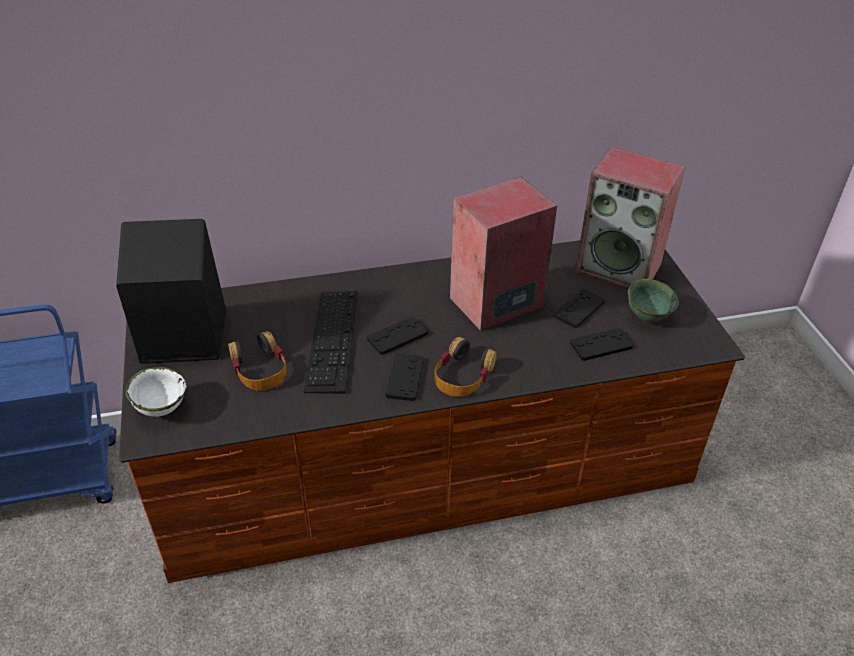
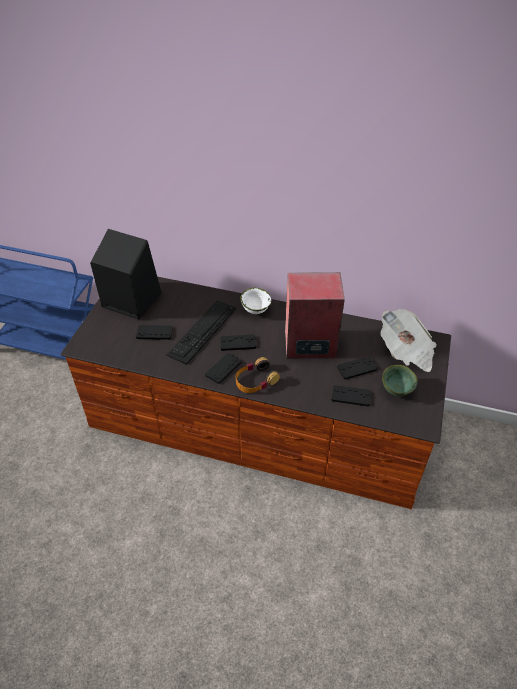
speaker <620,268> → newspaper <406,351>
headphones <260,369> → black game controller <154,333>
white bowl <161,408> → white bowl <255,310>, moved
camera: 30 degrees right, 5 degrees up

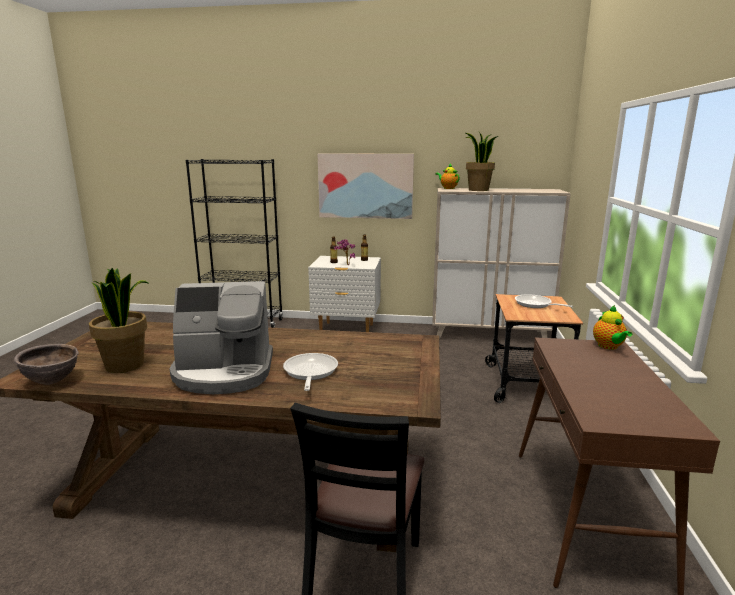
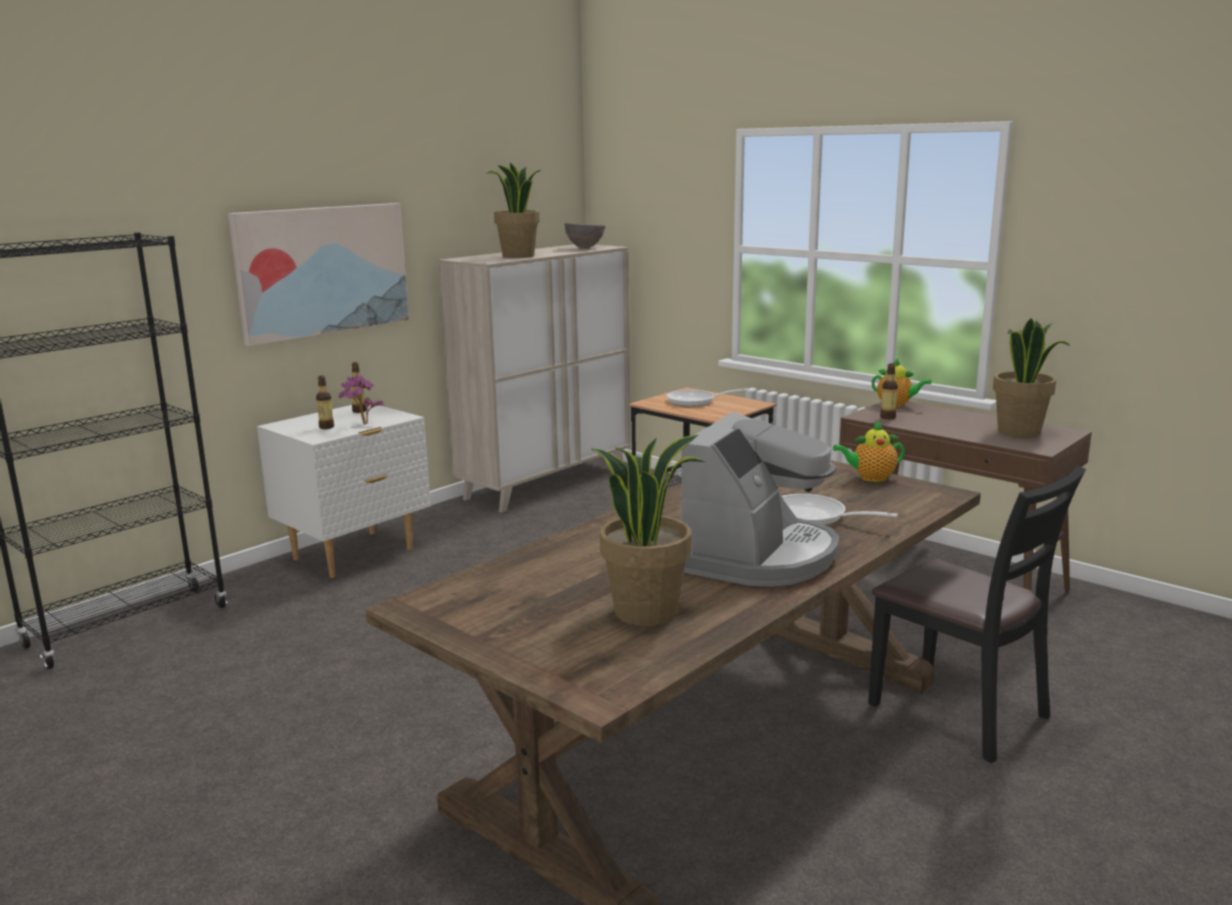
teapot <448,188> → teapot <870,478>, moved
brown bowl <52,382> → brown bowl <585,248>, moved
- → potted plant <1020,432>
- → bottle <887,417>
camera: 55 degrees left, 0 degrees up

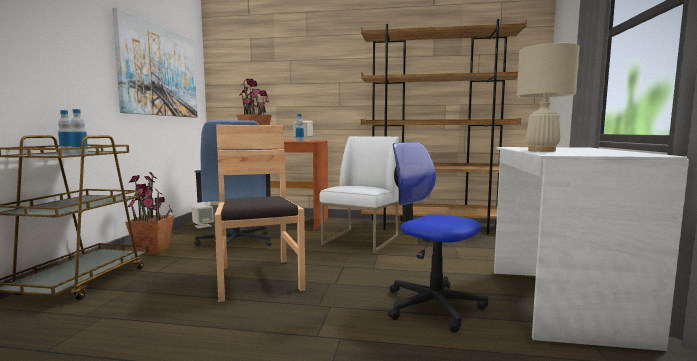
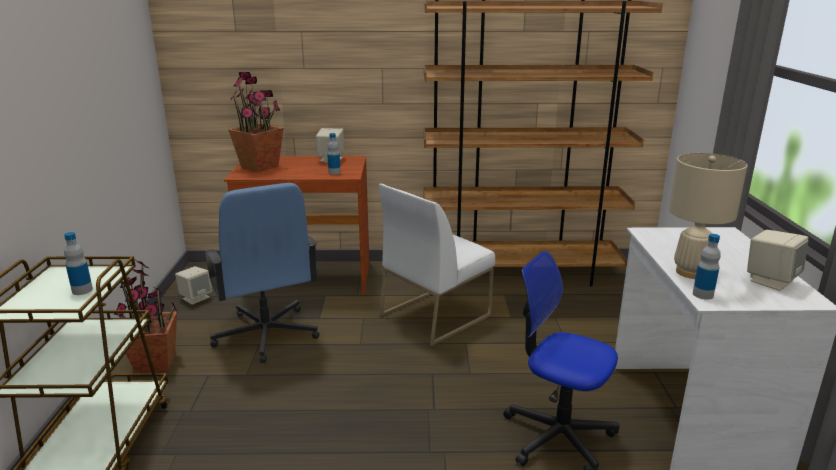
picture <159,71> → -
bottle <67,152> → bottle <703,294>, moved
brown chair <258,278> → -
white chair <361,240> → white chair <435,315>, 150 degrees counterclockwise
- → beige speaker <770,280>
camera: 10 degrees left, 15 degrees up

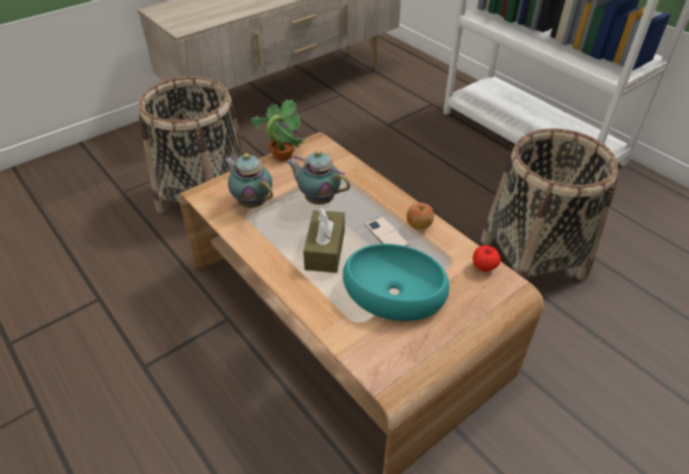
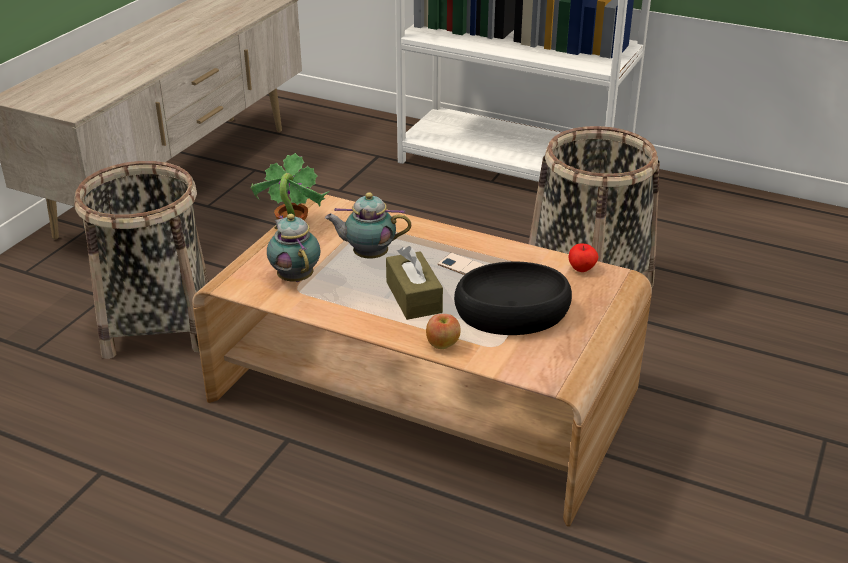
teapot <252,202> → teapot <295,277>, 45 degrees clockwise
apple <419,226> → apple <443,345>, moved
turquoise bowl <393,293> → black bowl <511,313>
camera: 25 degrees left, 10 degrees down

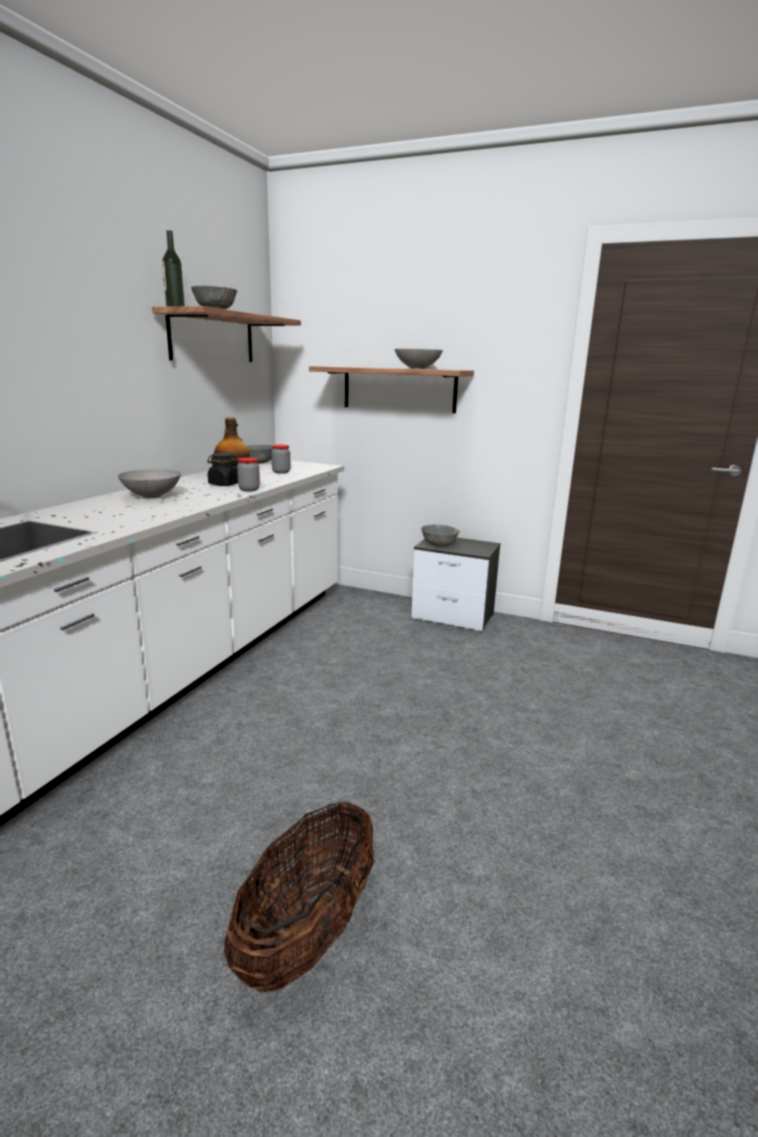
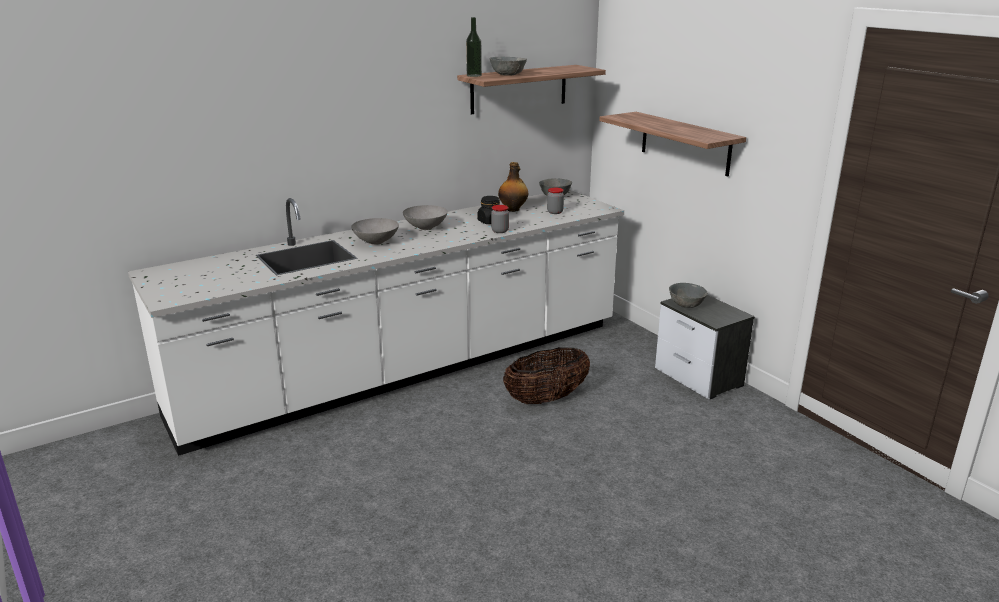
grey bowl <417,368> → grey bowl <375,242>, moved
basket <308,934> → basket <546,398>, moved
camera: 35 degrees right, 5 degrees up

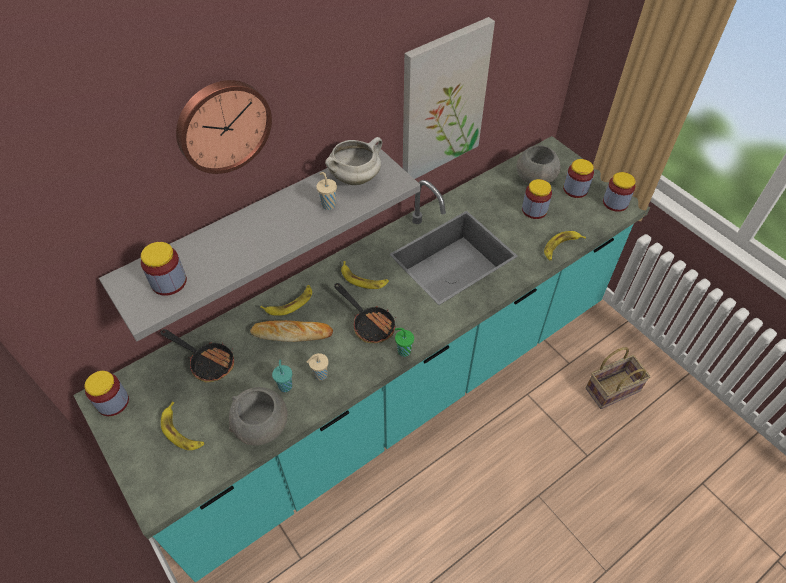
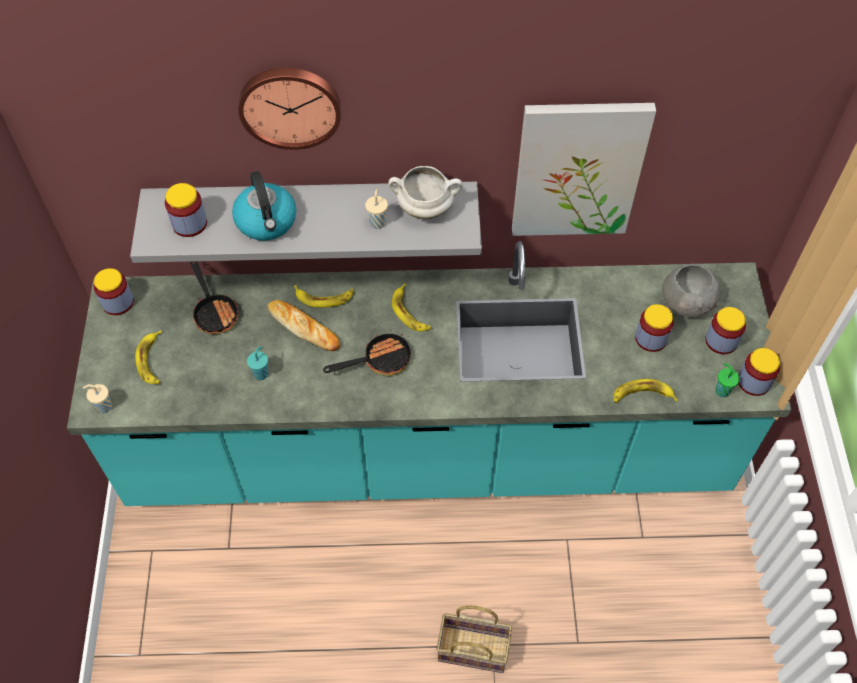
frying pan <369,323> → frying pan <380,360>, 105 degrees counterclockwise
green cup <403,351> → green cup <721,390>, moved
basket <613,388> → basket <475,648>, moved
beige cup <319,375> → beige cup <103,406>, moved
grey bowl <262,426> → -
- → kettle <267,222>
camera: 35 degrees right, 5 degrees up

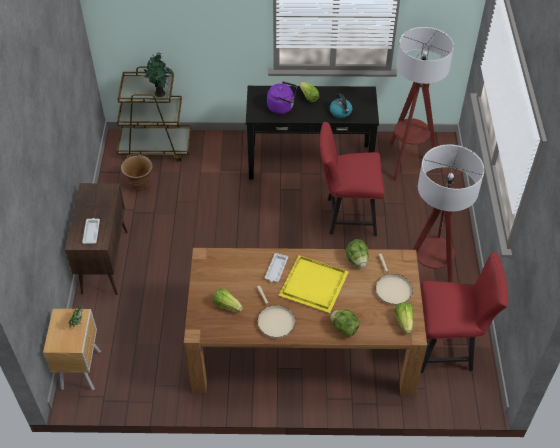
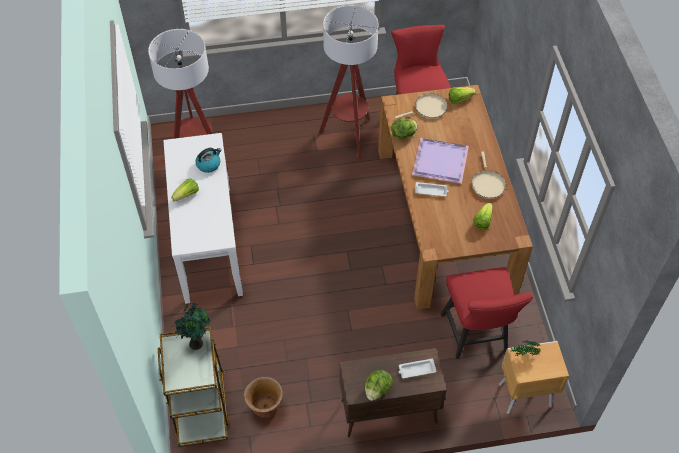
purple kettle <282,107> → -
black console table <309,161> → white console table <207,243>
red chair <346,216> → red chair <476,336>, moved
yellow tray <313,283> → purple tray <439,162>
beige frying pan <275,321> → beige frying pan <487,184>, 120 degrees clockwise
lettuce <344,328> → lettuce <377,390>, moved
camera: 100 degrees left, 5 degrees up

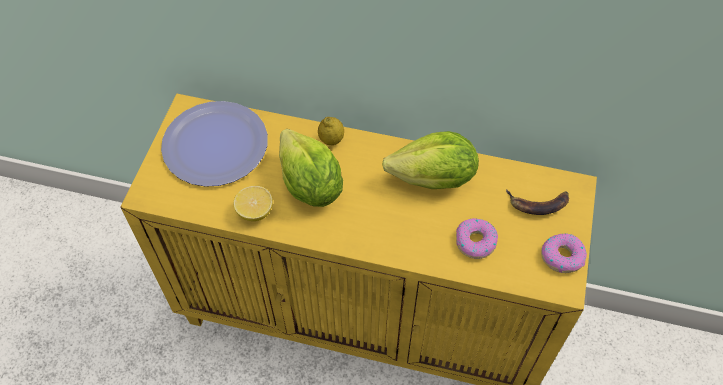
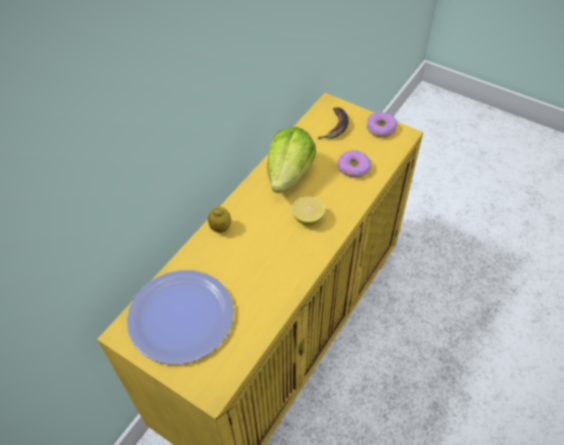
lettuce <310,185> → -
lemon <255,211> → lemon <308,218>, moved
camera: 70 degrees left, 5 degrees down

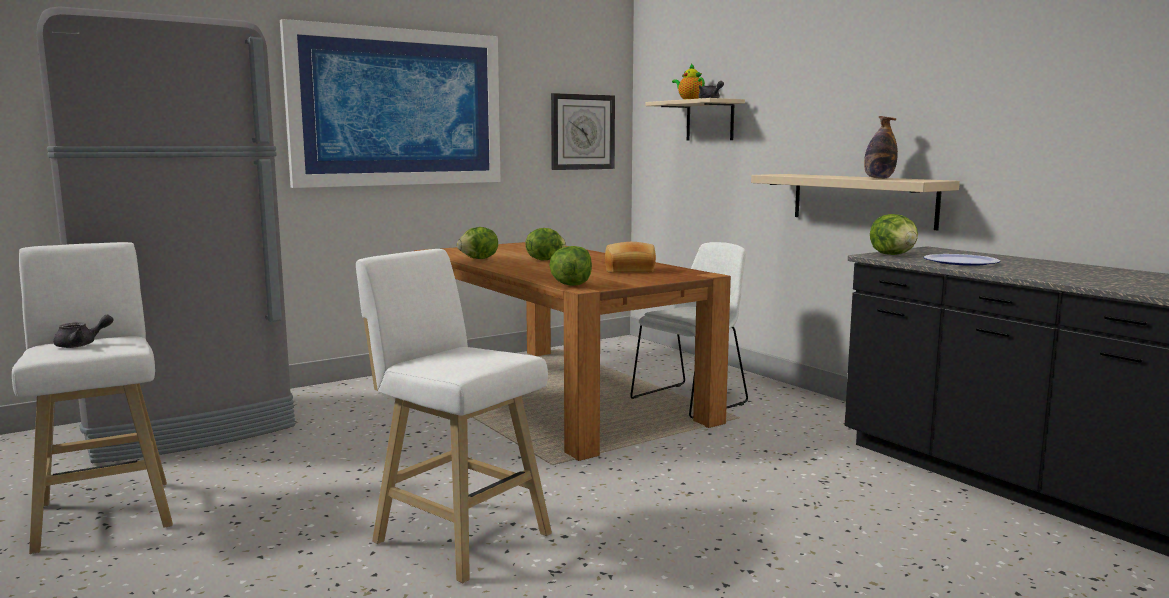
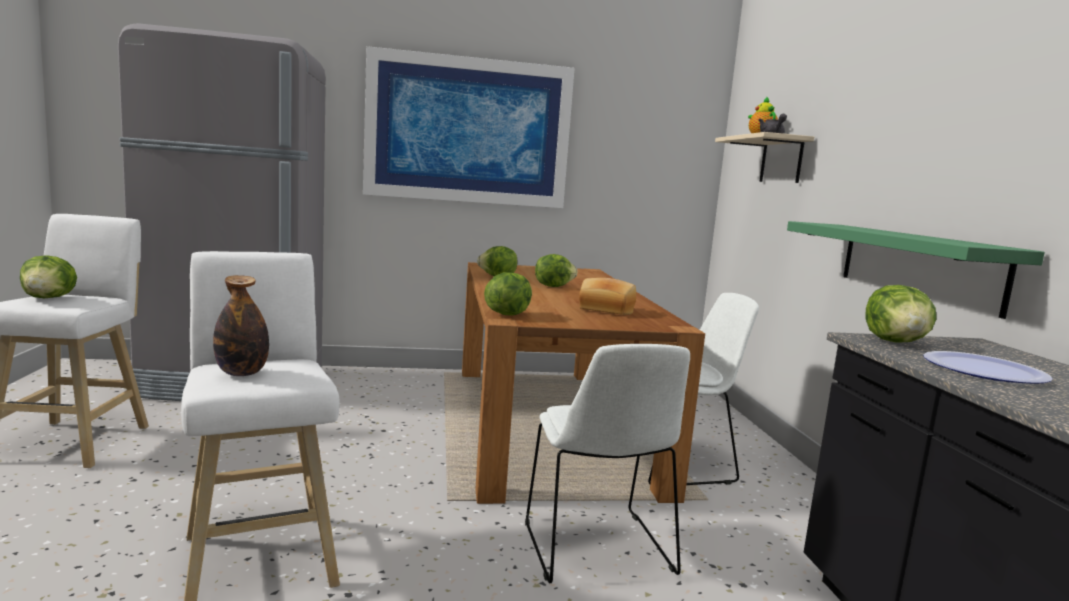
wall clock <582,132> → -
bottle <879,178> → bottle <242,373>, moved
beige shelf <862,200> → green shelf <917,265>
grey teapot <82,344> → lettuce <49,298>
- → white chair <598,550>
camera: 25 degrees right, 0 degrees up

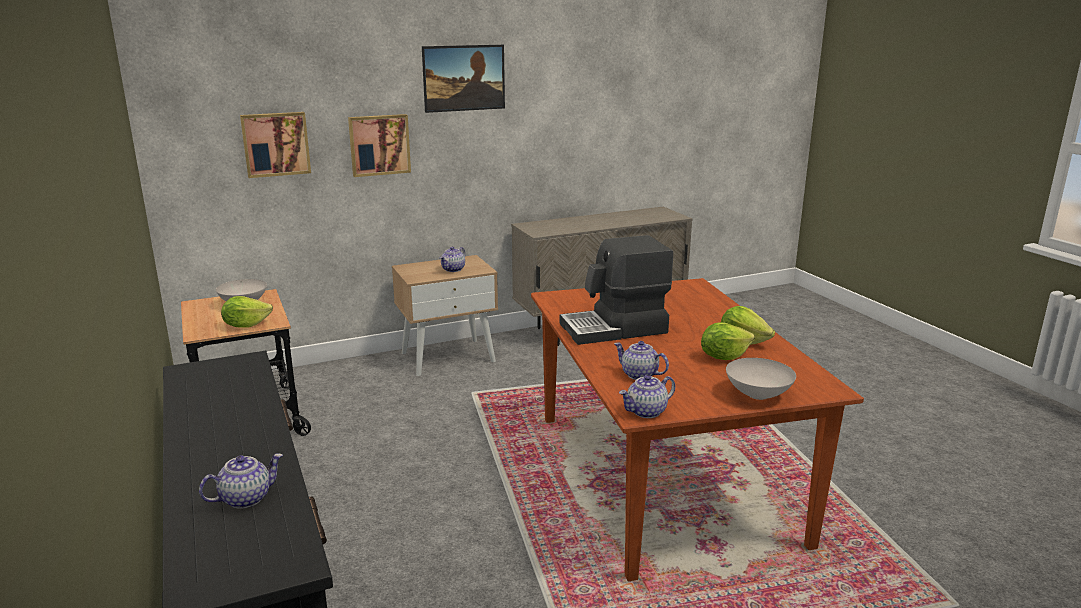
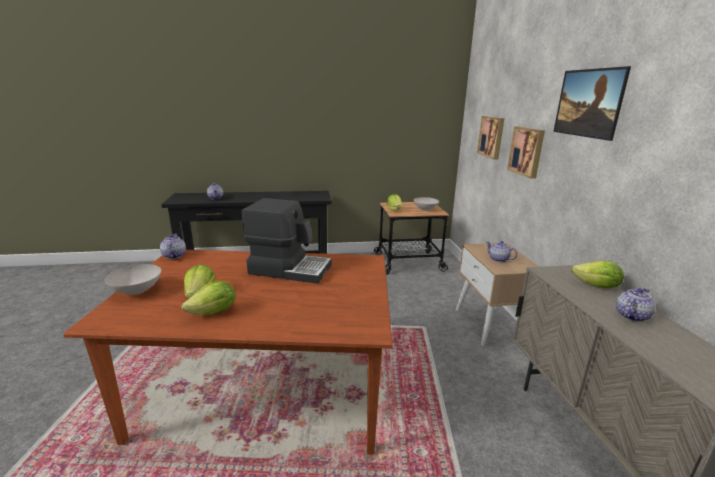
coffee machine <615,329> → coffee machine <290,269>, 105 degrees clockwise
teapot <639,375> → teapot <631,315>, moved
- → lettuce <596,286>
camera: 105 degrees right, 0 degrees up

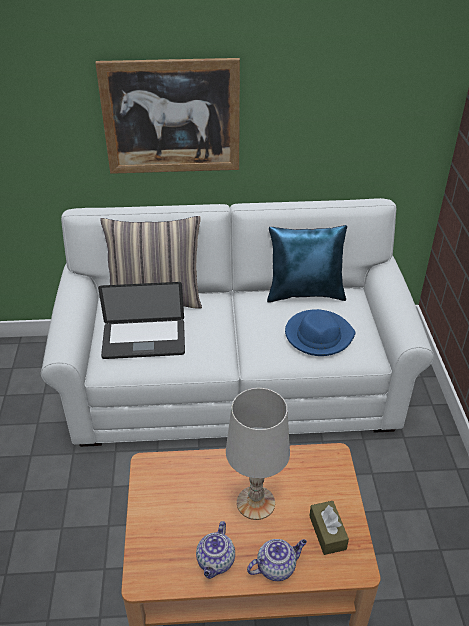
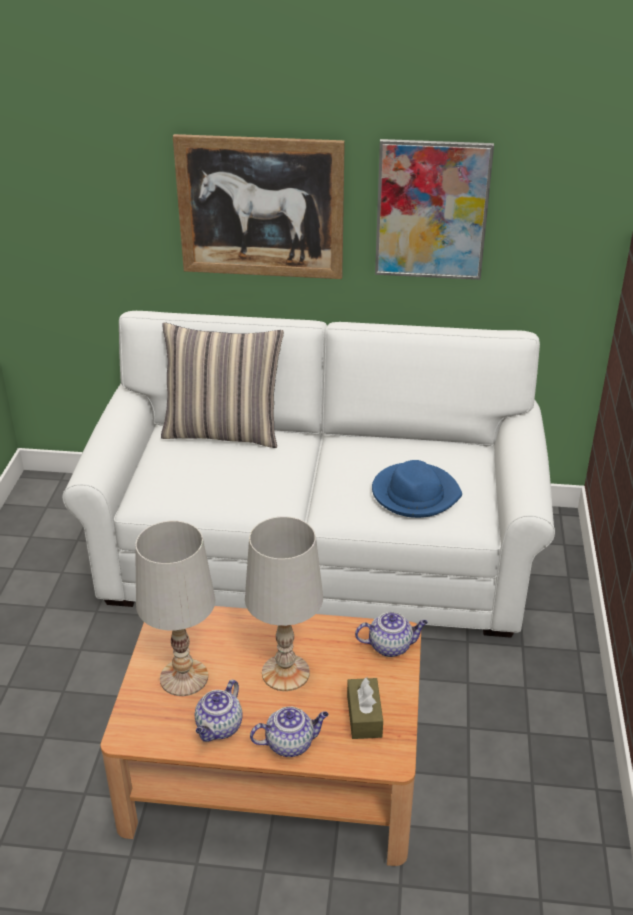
blue pillow <305,293> → -
laptop <144,340> → -
- → picture <432,210>
- → white table lamp <183,678>
- → teapot <391,646>
camera: 10 degrees right, 5 degrees down

